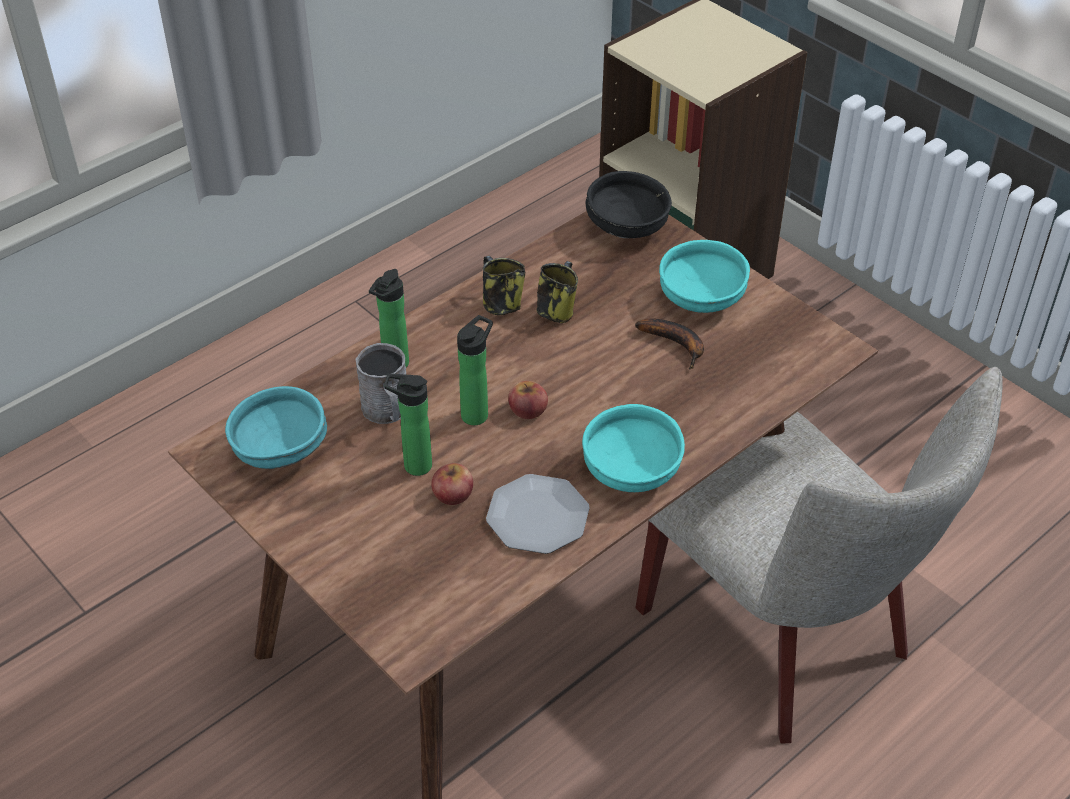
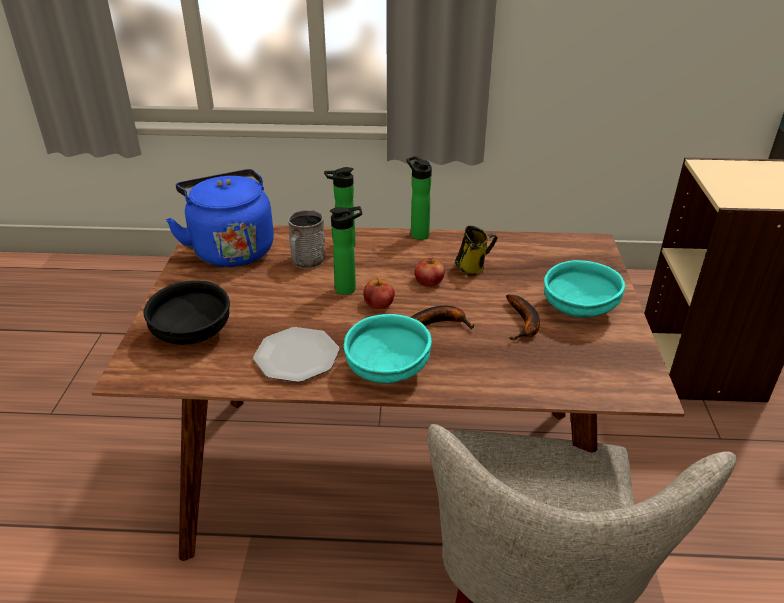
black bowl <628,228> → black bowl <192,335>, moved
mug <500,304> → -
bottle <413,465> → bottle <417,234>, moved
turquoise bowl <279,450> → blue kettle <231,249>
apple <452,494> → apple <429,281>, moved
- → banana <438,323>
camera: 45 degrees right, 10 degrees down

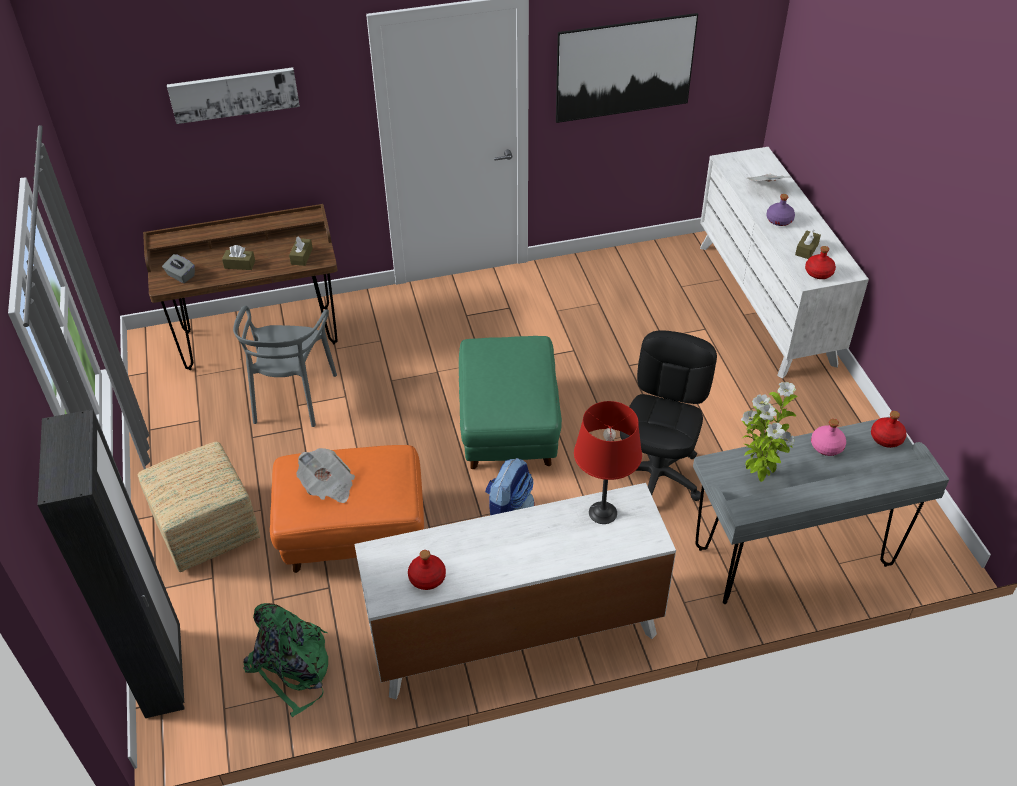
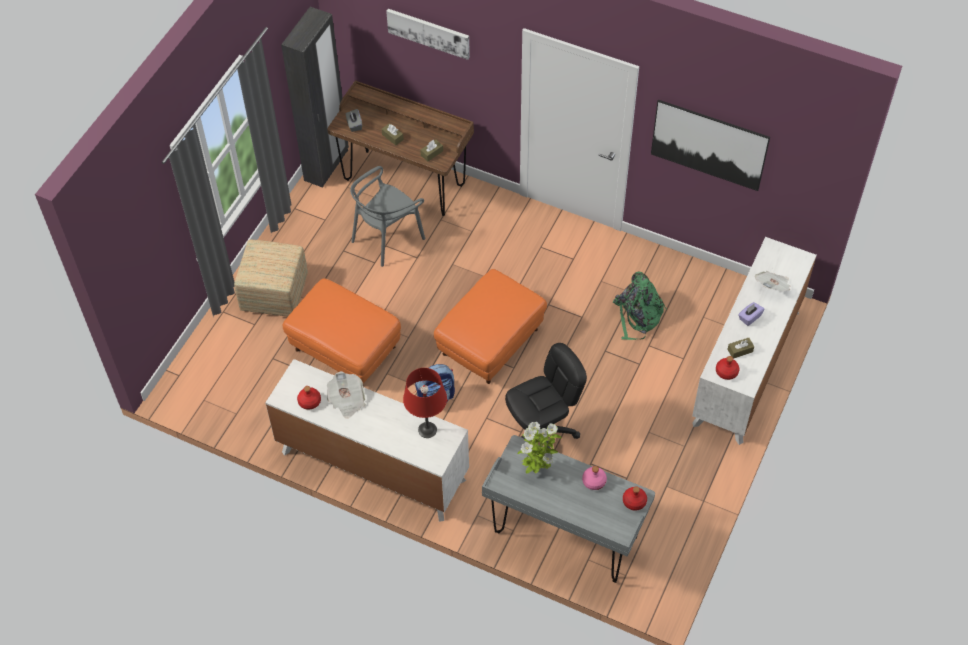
purple bottle <779,220> → purple tissue box <749,317>
green ottoman <509,426> → orange ottoman <490,342>
black wardrobe <164,672> → black wardrobe <327,165>, moved
newspaper <328,486> → newspaper <347,400>, moved
green backpack <292,668> → green backpack <637,316>, moved
camera: 40 degrees right, 10 degrees up

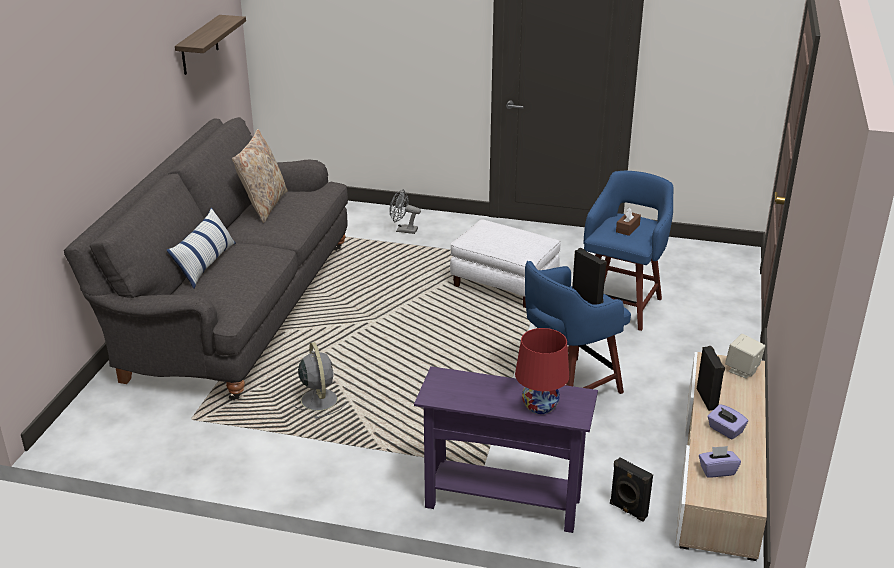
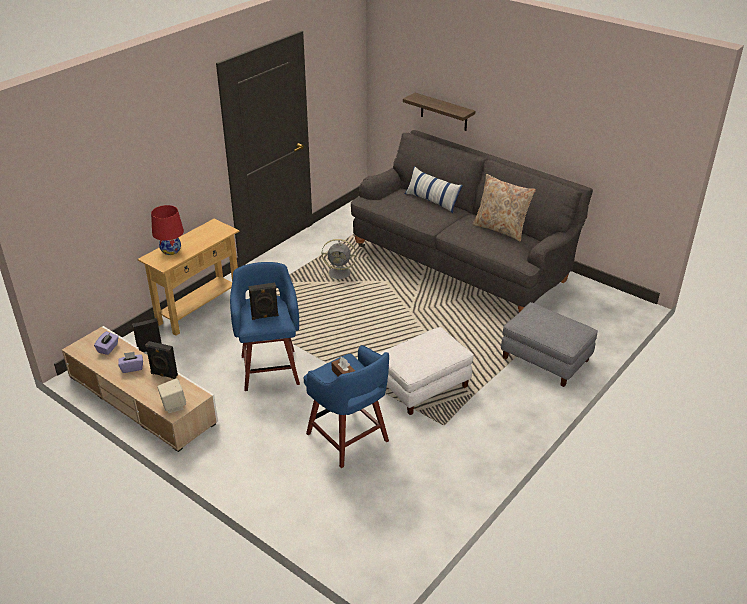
shelf <199,45> → shelf <444,112>, moved
grey fan <403,230> → grey ottoman <544,359>
purple console table <503,502> → beige console table <199,309>
camera: 115 degrees right, 5 degrees up

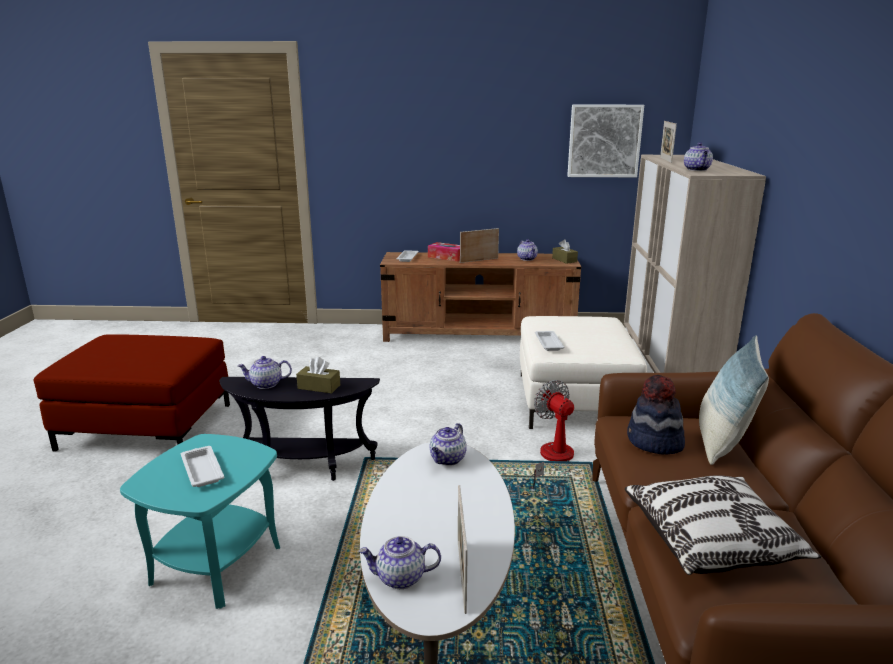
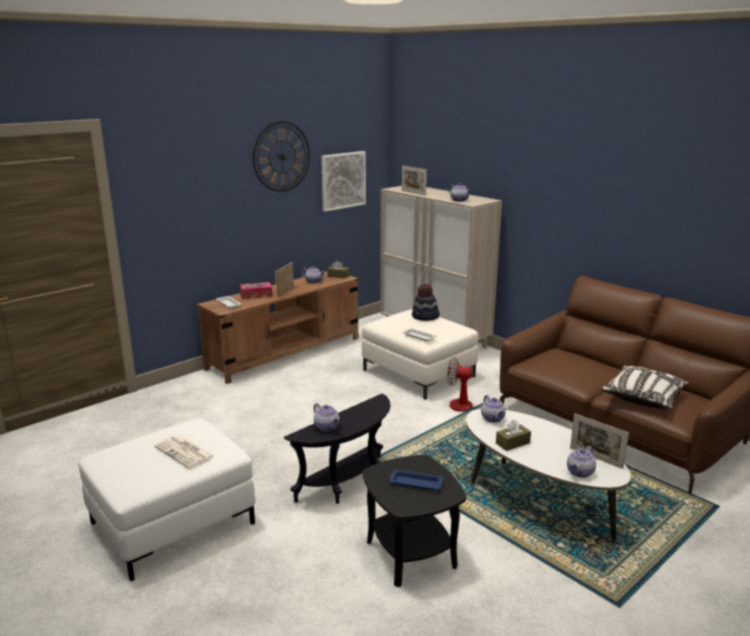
red ottoman <148,426> → white ottoman <173,522>
pillow <722,442> → -
teapot <266,384> → teapot <327,427>, 75 degrees counterclockwise
brown tissue box <319,387> → brown tissue box <512,443>, moved
hat <654,442> → hat <425,317>, moved
turquoise side table <216,564> → black side table <410,554>
white tray <202,470> → blue tray <415,483>
- → wall clock <282,156>
- → newspaper <185,452>
camera: 45 degrees left, 0 degrees up

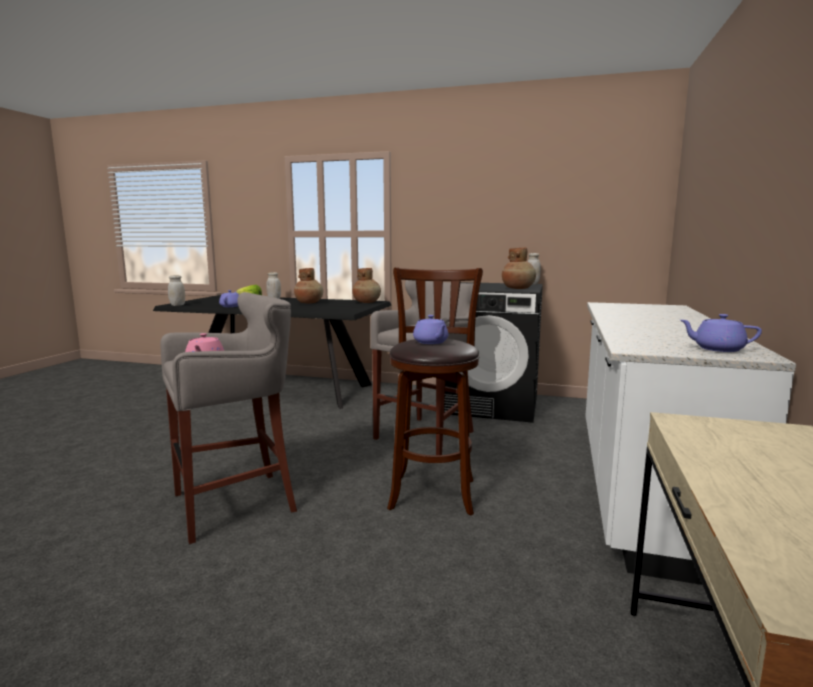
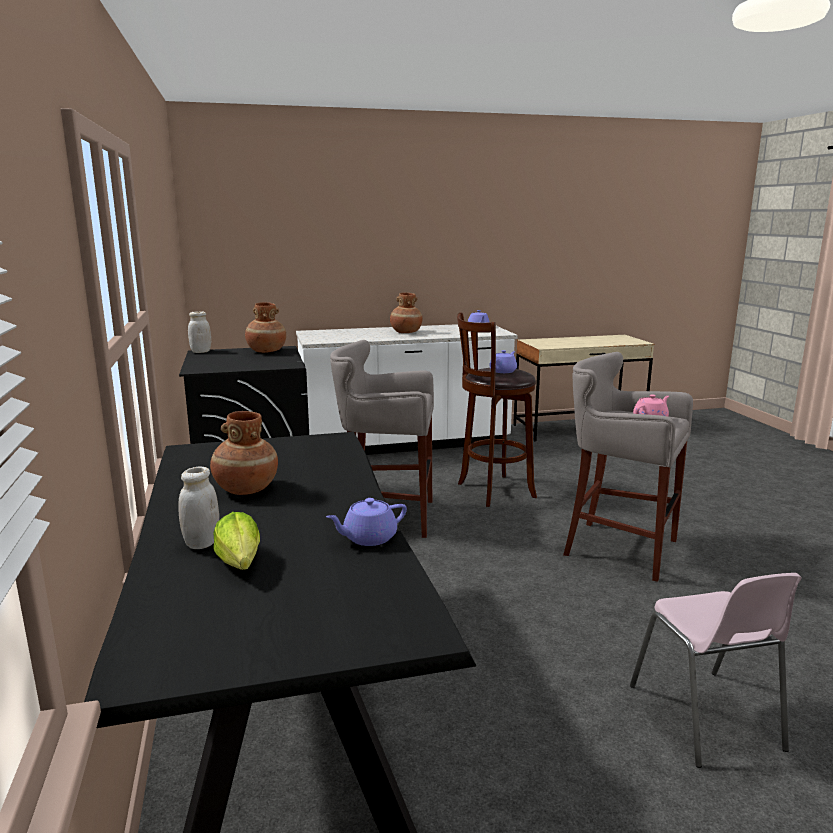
brown vase <367,302> → brown vase <405,332>, moved
white jar <177,305> → -
- → pink chair <705,718>
camera: 120 degrees left, 5 degrees up

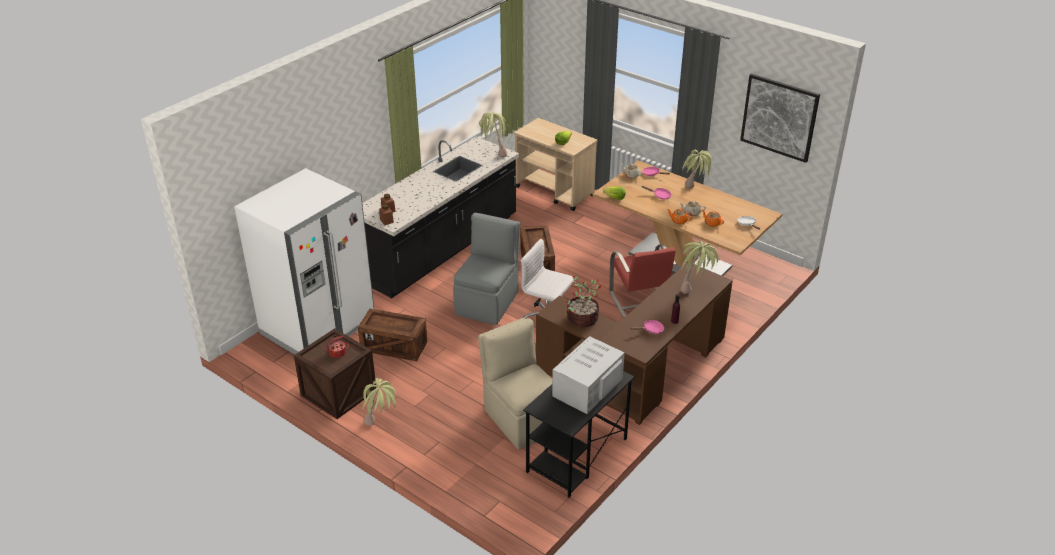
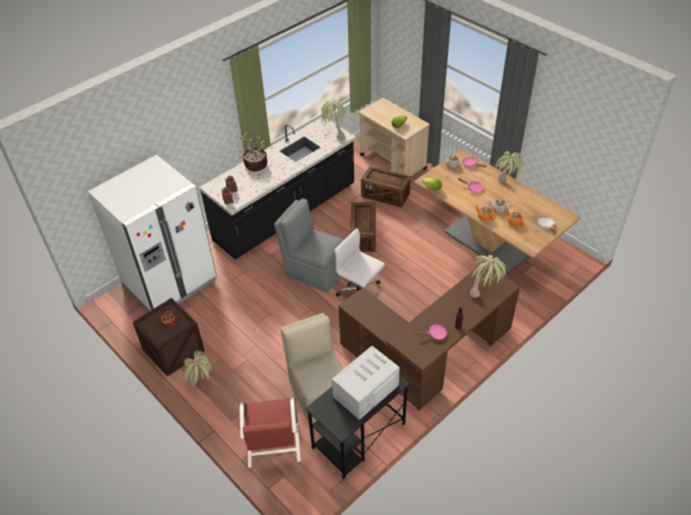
picture <779,117> → -
grey chair <488,302> → grey chair <314,271>, 90 degrees counterclockwise
red chair <639,301> → red chair <273,446>, moved
potted plant <581,319> → potted plant <255,165>, moved
crate <394,347> → crate <385,195>, moved
camera: 10 degrees right, 10 degrees up

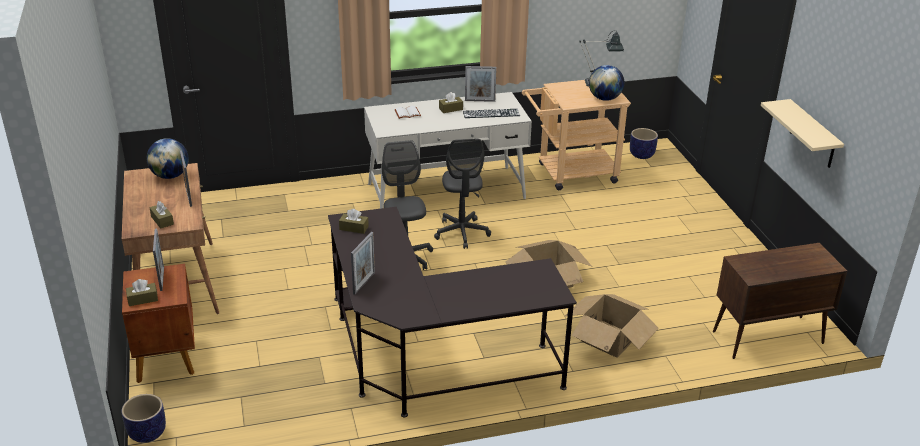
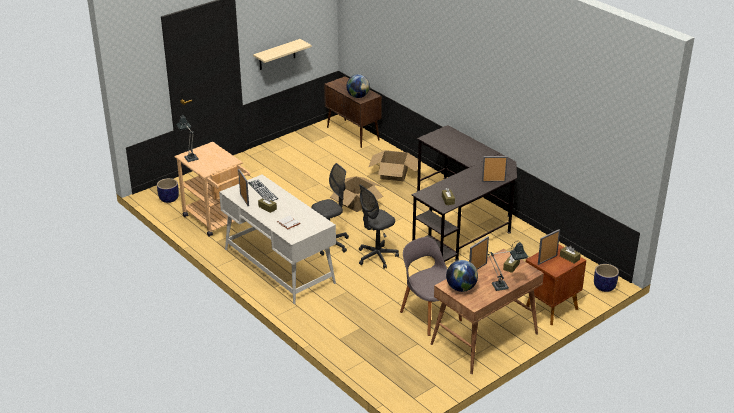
globe <604,98> → globe <358,96>, moved
- → grey chair <429,315>
- → table lamp <504,285>
camera: 115 degrees left, 0 degrees up

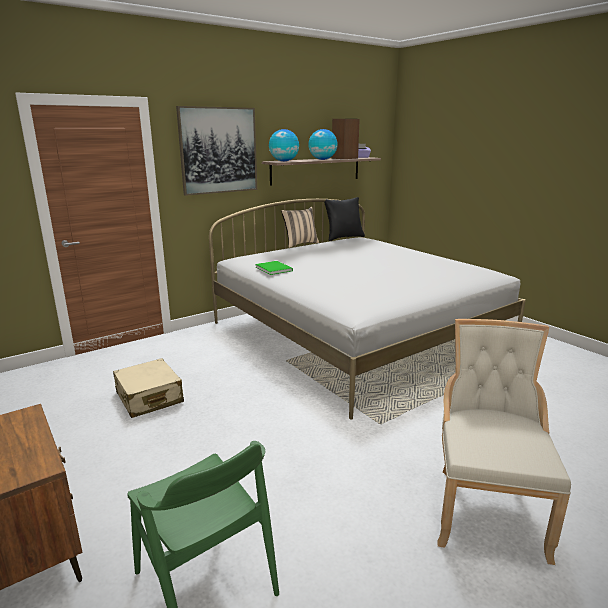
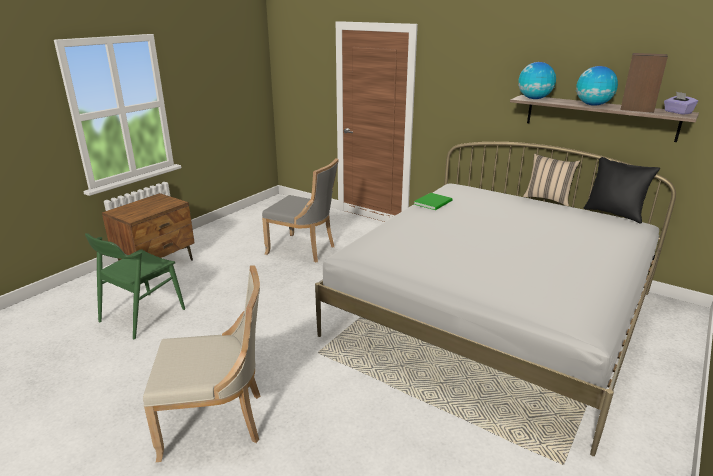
picture <218,150> → -
beige suitcase <149,398> → grey chair <304,250>
camera: 70 degrees right, 5 degrees up

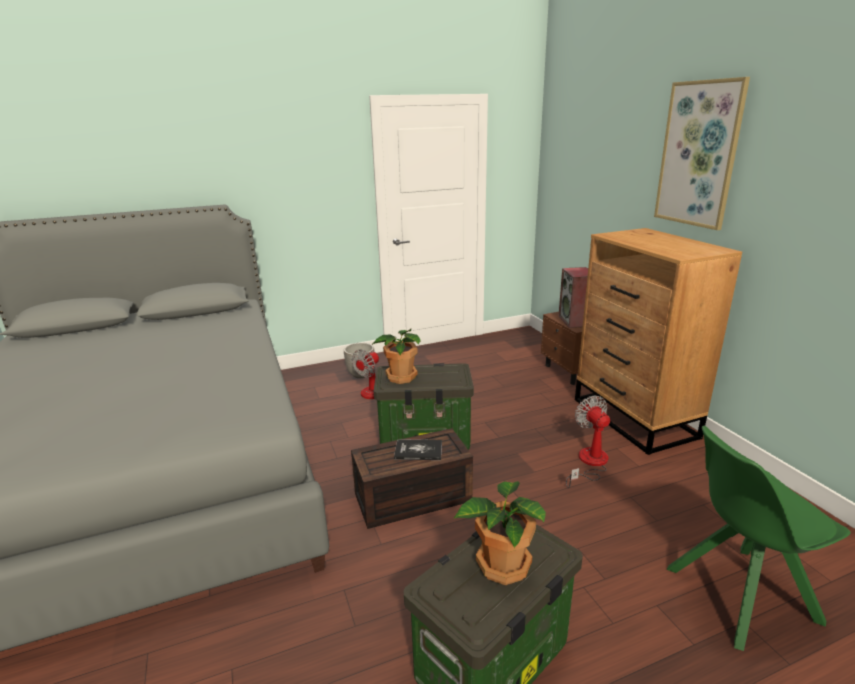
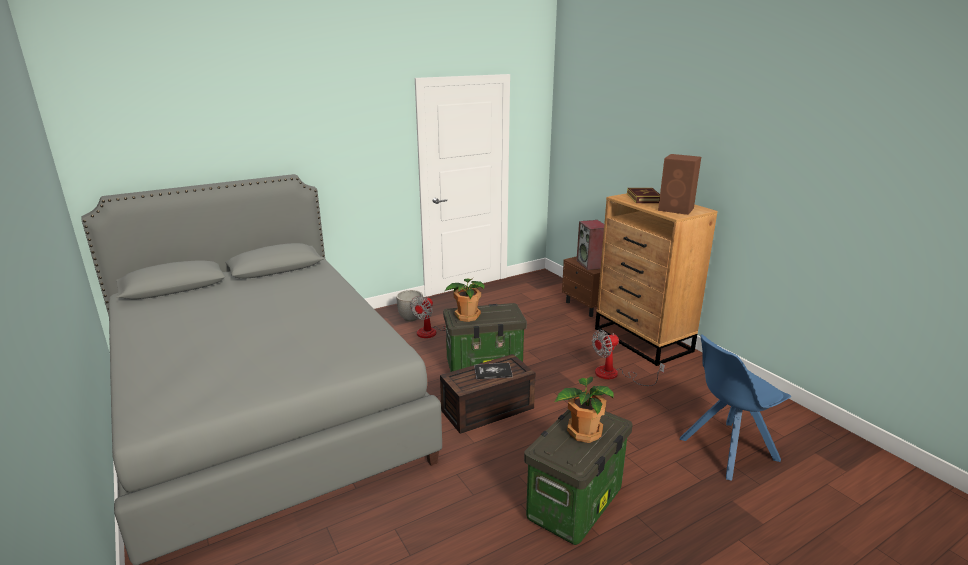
picture <698,154> → -
fan <589,463> → fan <615,375>, 90 degrees counterclockwise
green chair <737,595> → blue chair <726,450>
- → brown speaker <677,209>
- → book <644,198>
camera: 10 degrees left, 0 degrees up

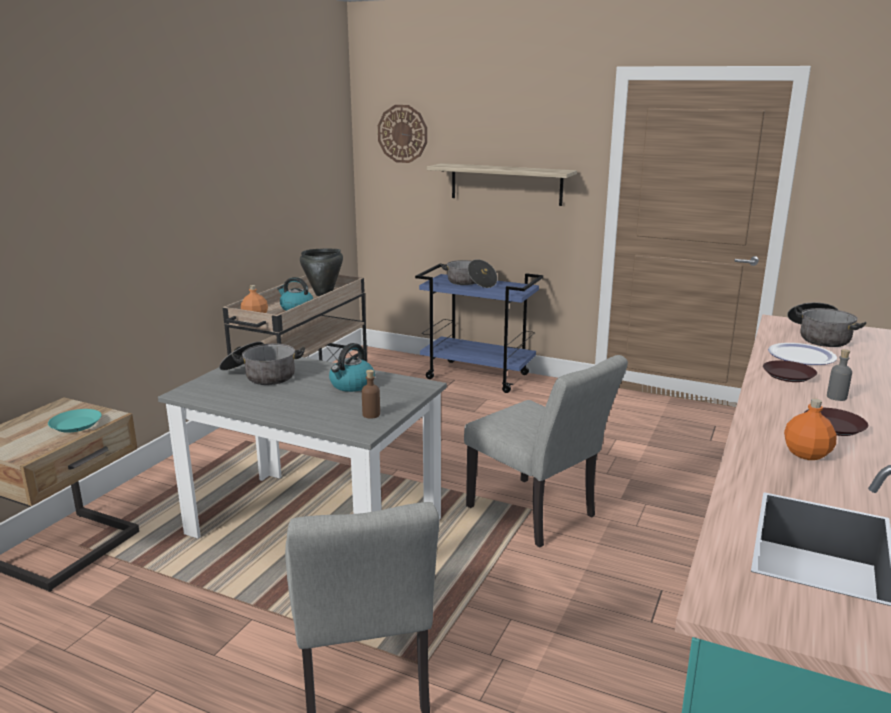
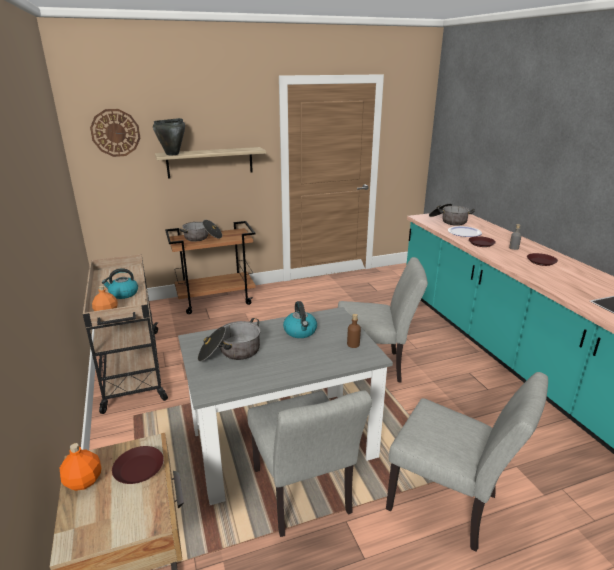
black cooking pot <324,294> → black cooking pot <172,154>, moved
blue cart <478,376> → brown cart <216,300>
orange bottle <807,454> → orange bottle <84,481>, moved
turquoise plate <75,424> → brown plate <138,469>
- → grey chair <304,497>
camera: 45 degrees left, 5 degrees up

